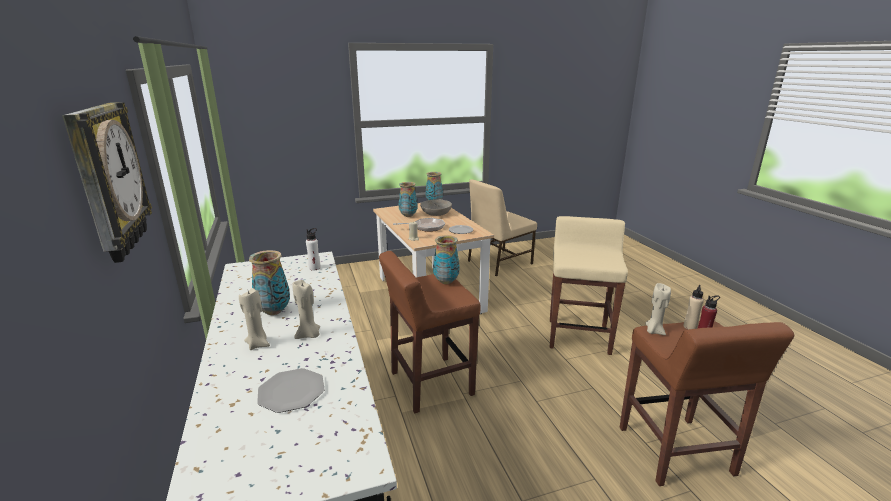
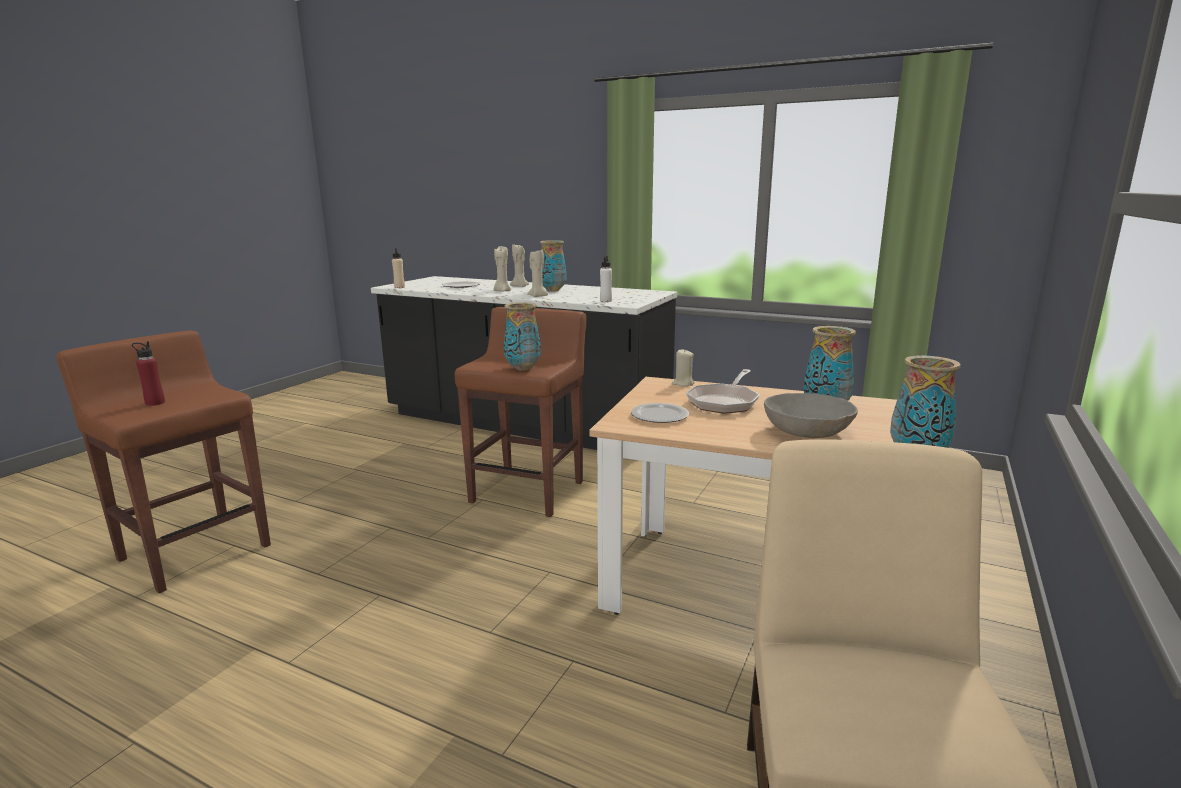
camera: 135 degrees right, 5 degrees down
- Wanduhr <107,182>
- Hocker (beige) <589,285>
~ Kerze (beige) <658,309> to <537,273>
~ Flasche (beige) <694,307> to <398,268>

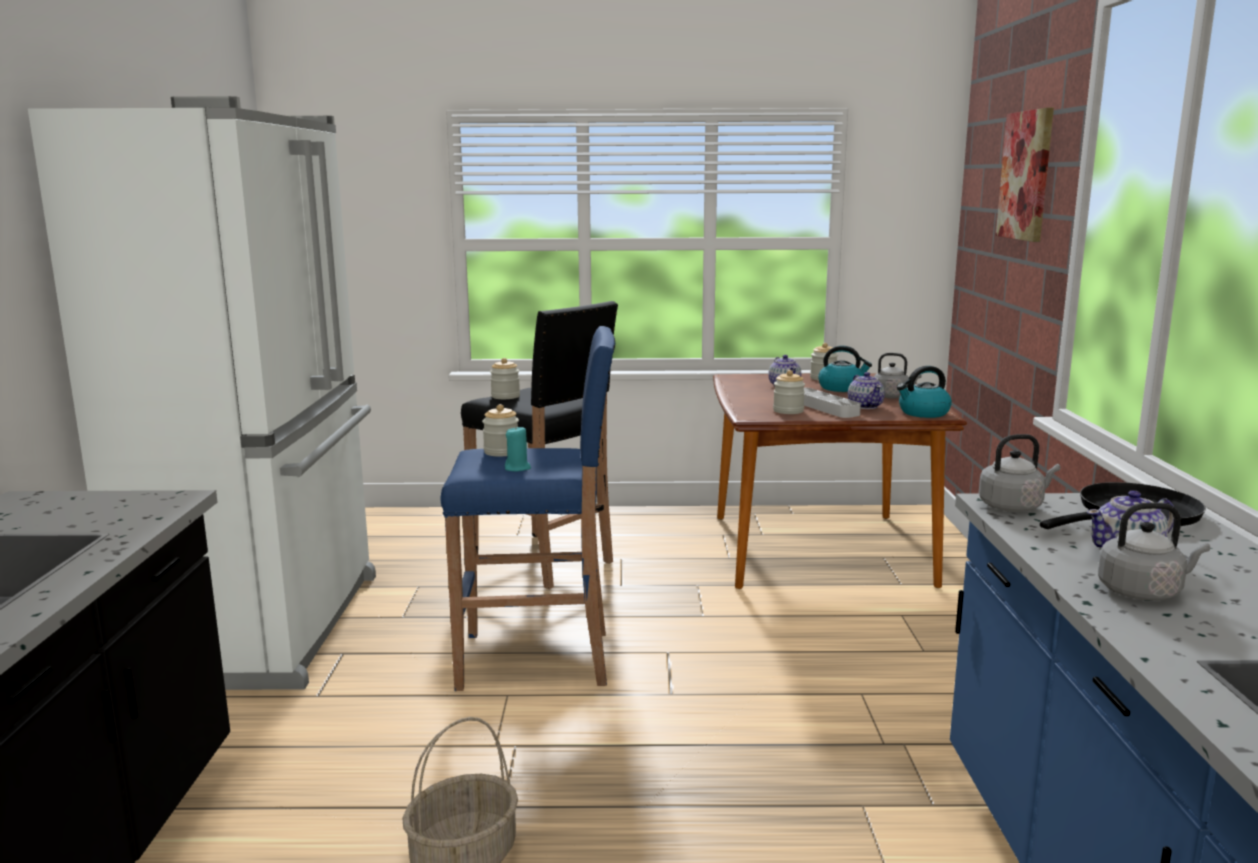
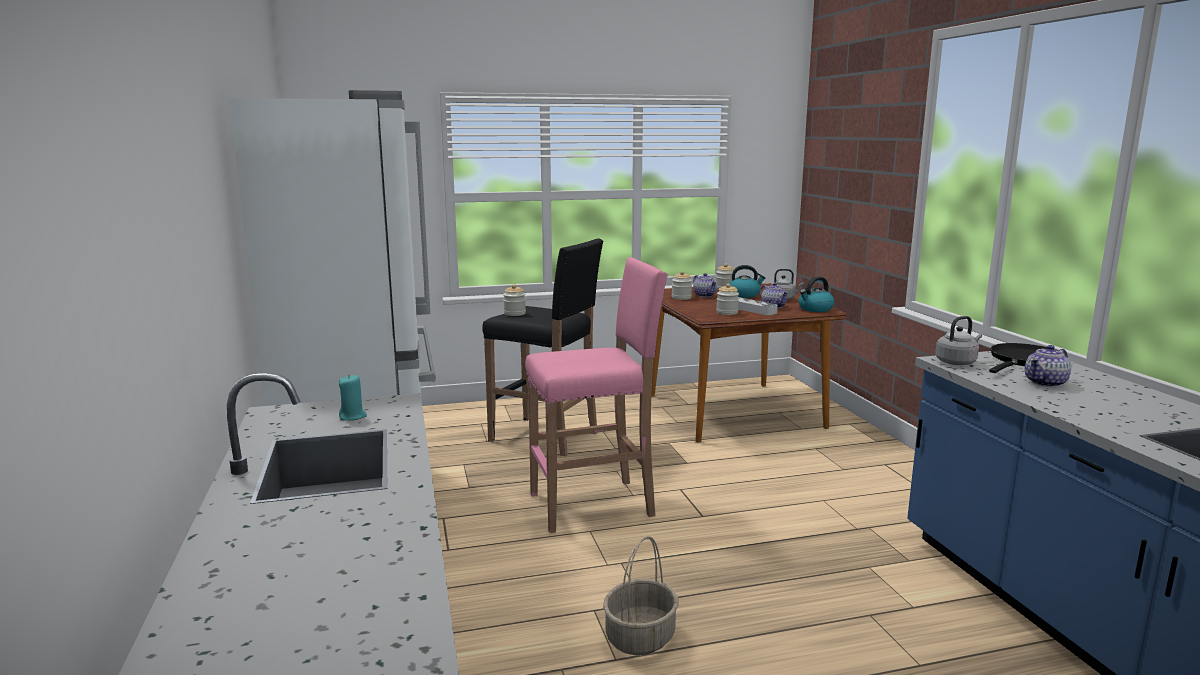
camera: 15 degrees left, 0 degrees up
- Bild <1025,175>
- Wasserkessel (grau) <1154,552>
~ Vorratsglas <500,430> to <682,285>
~ Kerze (türkis) <518,448> to <353,397>
~ Hocker (blau) <527,508> to Hocker (rosa) <596,395>

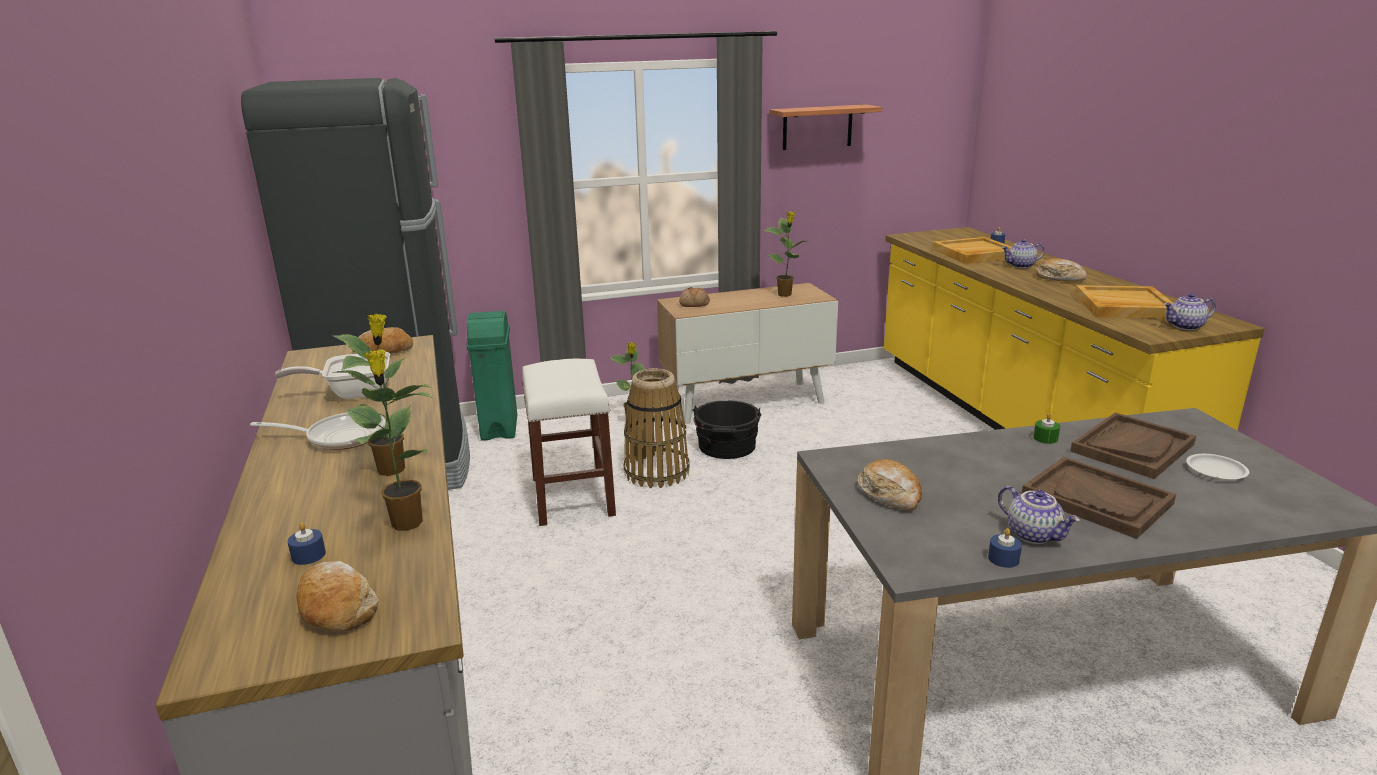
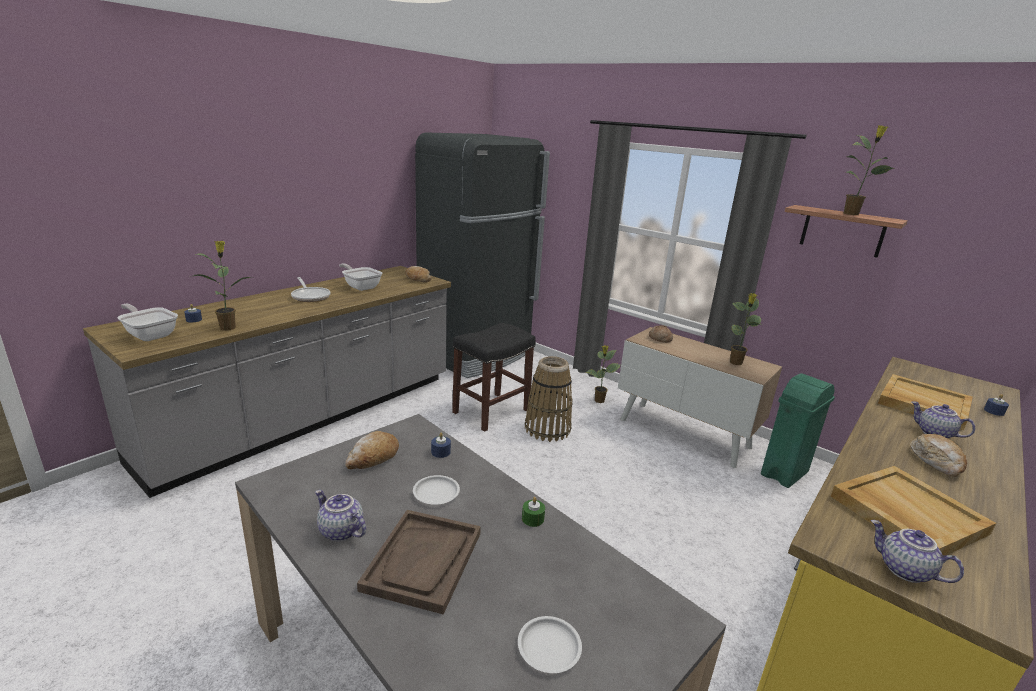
camera: 55 degrees right, 0 degrees up
- Eimer (schwarz) <726,429>
- Tablett (braun) <1133,446>
+ Teller (weiß) <436,490>
~ Topfpflanze <381,394> to <869,170>
~ Mülleimer (grün) <491,376> to <798,430>
~ Kerze (blau) <1005,548> to <441,445>
~ Brot <337,596> to Pfanne <147,322>
~ Hocker (weiß) <569,442> to Hocker (schwarz) <494,377>
~ Teekanne <1039,515> = <340,515> 105 degrees clockwise

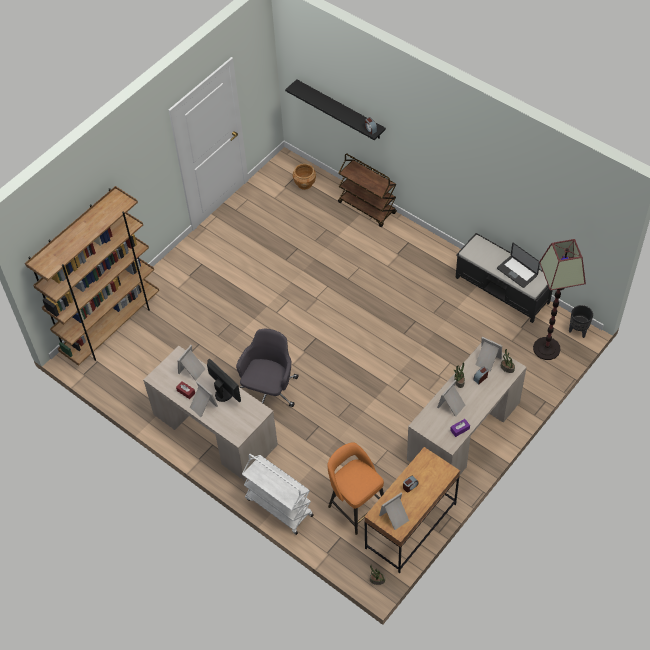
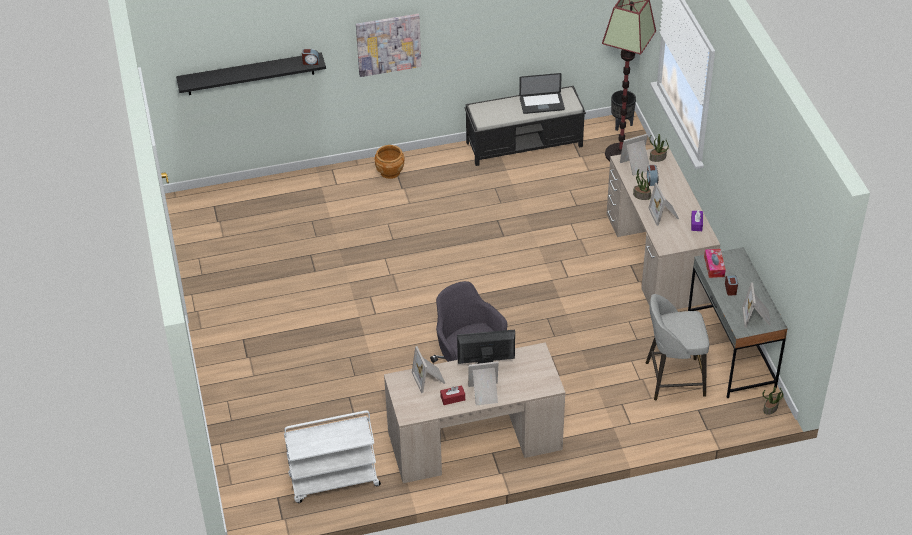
camera: 55 degrees left, 10 degrees down
- Bücherregal (braun) <92,276>
- Rollwagen (braun) <367,190>
+ Bild <388,45>
+ Taschentuchbox <715,263>
~ Rollwagen (weiß) <278,494> to <332,457>
~ Pflanzkübel (braun) <304,177> to <389,162>
~ Hocker (orange) <355,488> to Hocker (grau) <677,347>
~ Schreibtisch (braun) <412,510> to Schreibtisch (grau) <738,322>

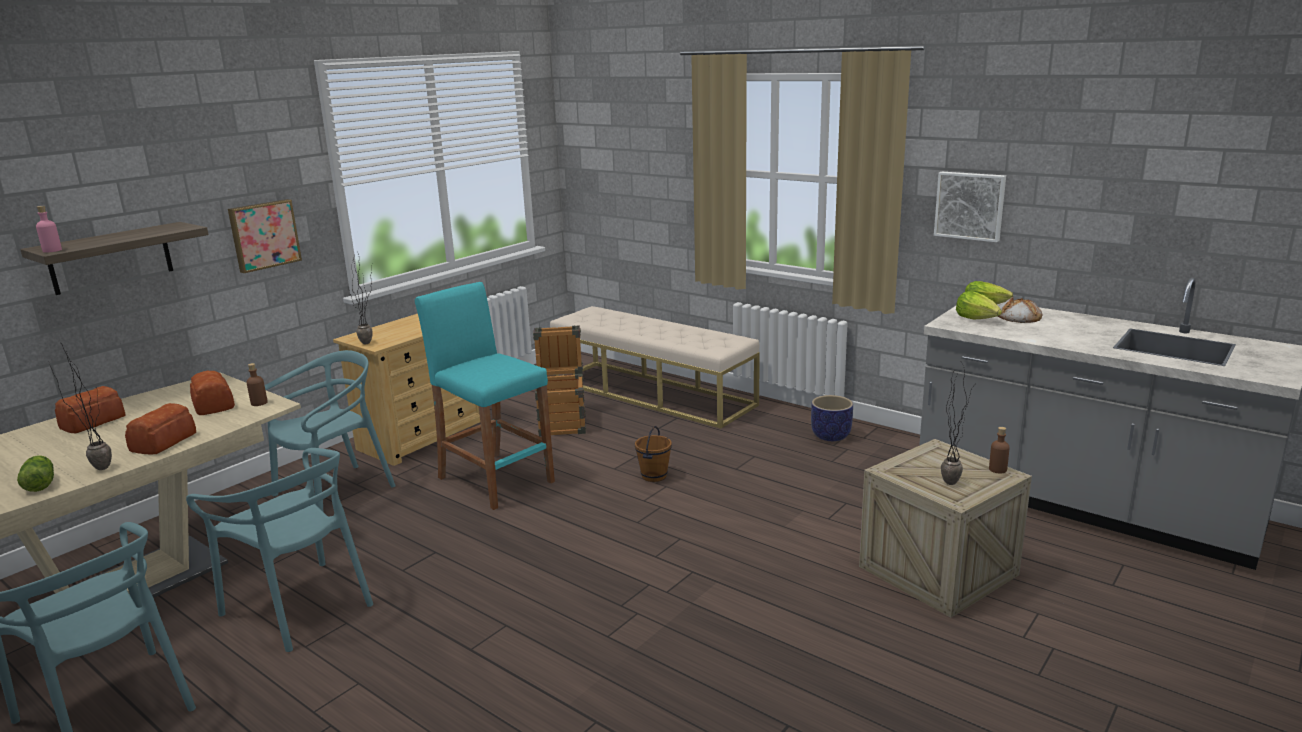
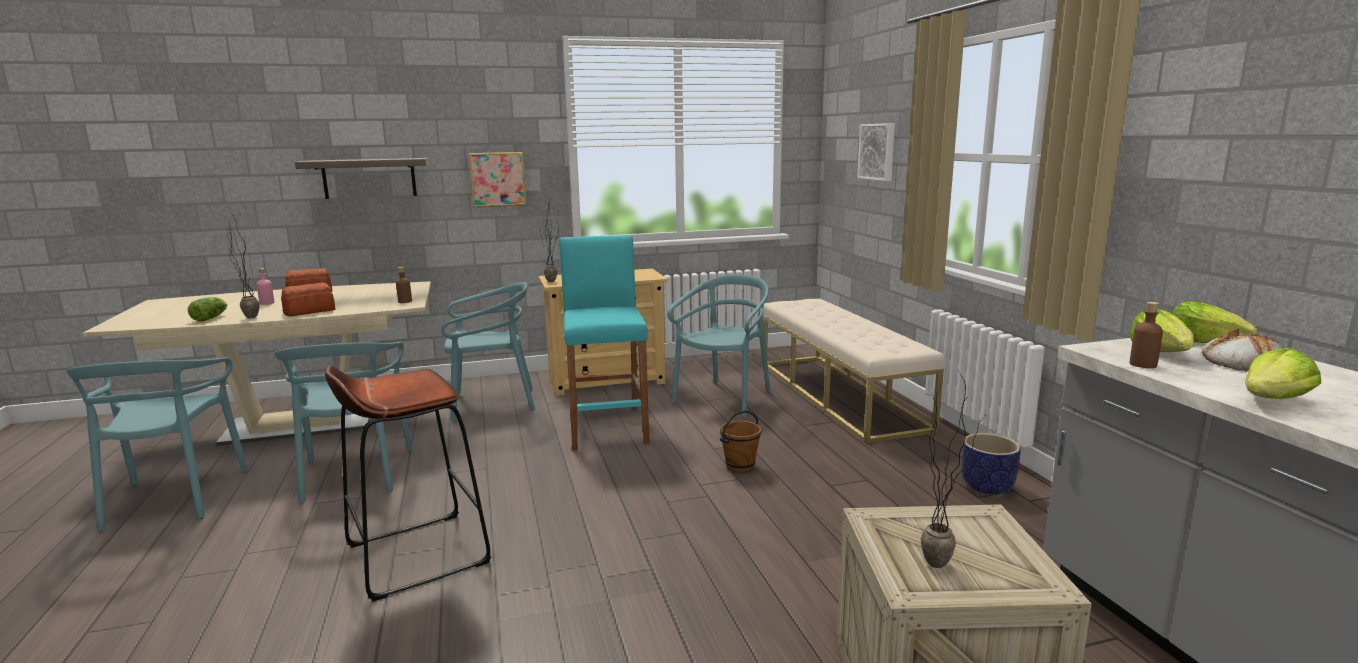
camera: 35 degrees right, 5 degrees down
- Brot <212,393>
+ Hocker (braun) <408,483>
+ Salatkopf <1283,373>
~ Flasche (rosa) <49,229> to <265,286>
~ Bild <970,207> to <876,152>
~ Flasche (braun) <999,450> to <1146,335>
~ Kiste <559,381> to Stuhl (türkis) <718,345>

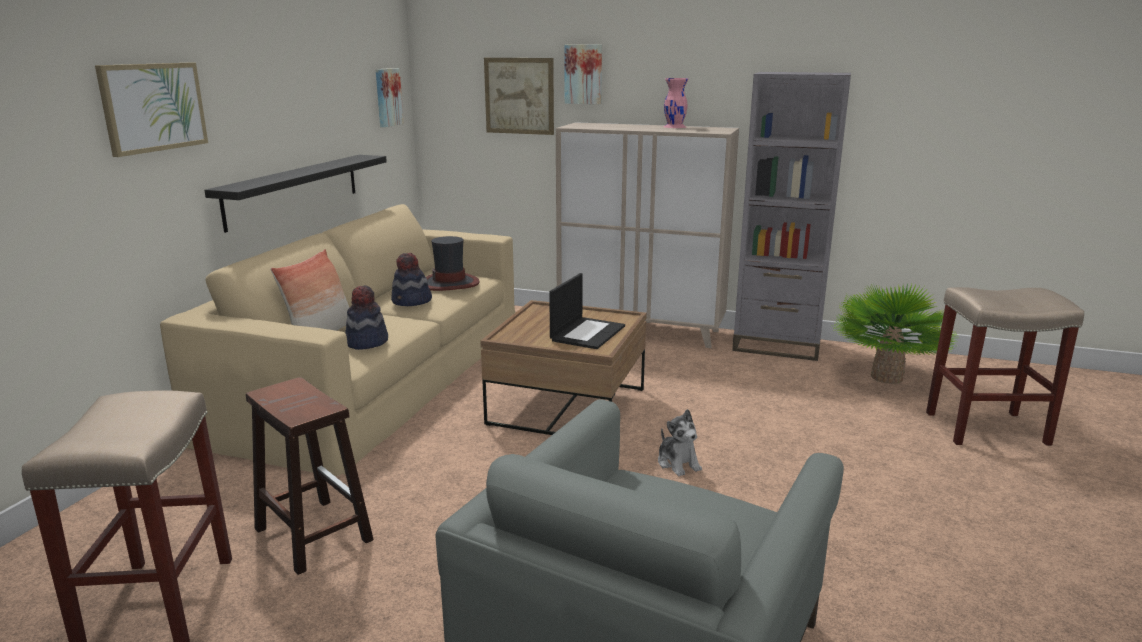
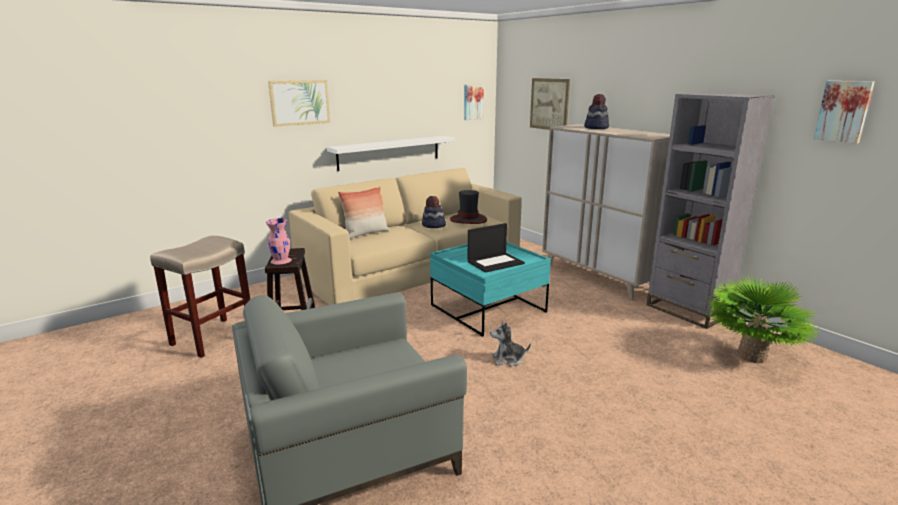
camera: 35 degrees right, 0 degrees up
- Hocker (beige) <1005,366>
~ Hut <366,317> to <596,111>
~ Bild <583,74> to <844,112>
~ Vase (rosa) <676,103> to <279,241>
~ Wandregal (schwarz) <295,194> to Wandregal (weiß) <391,153>
~ Couchtisch (braun) <563,367> to Couchtisch (türkis) <490,289>
~ Plüschtier <680,442> = <510,344> 75 degrees clockwise

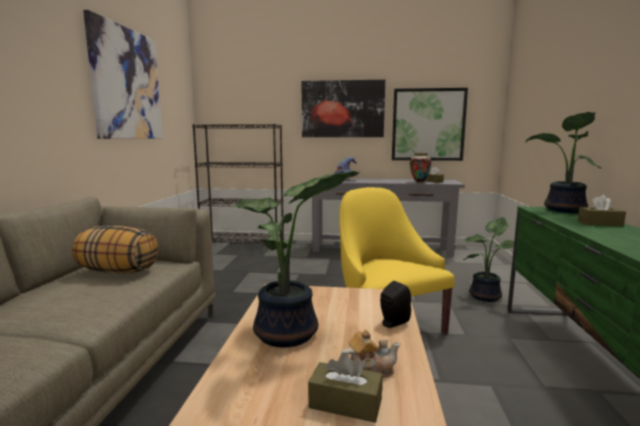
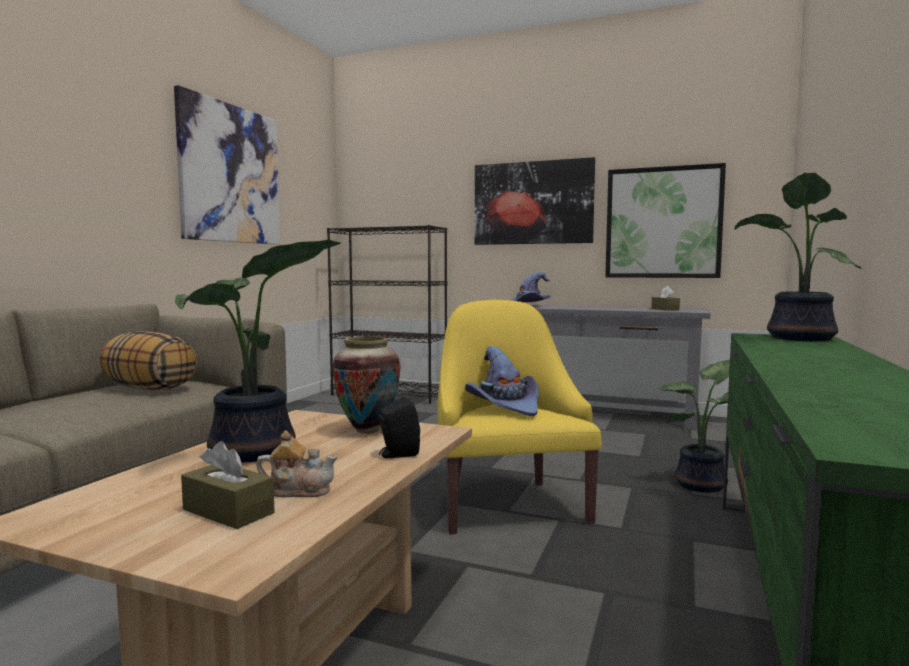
camera: 15 degrees right, 5 degrees down
- Taschentuchbox (braun) <602,210>
+ Hut (lila) <502,381>
~ Vase <421,168> to <366,385>

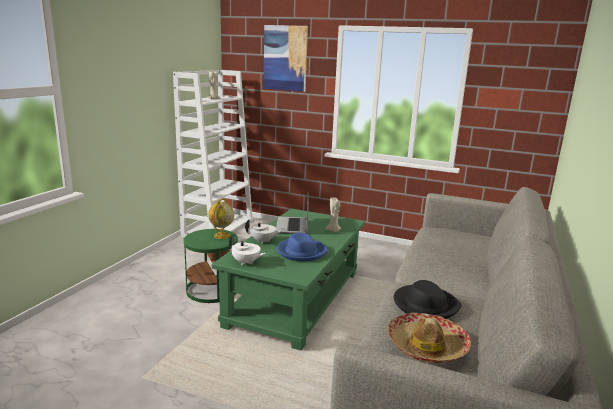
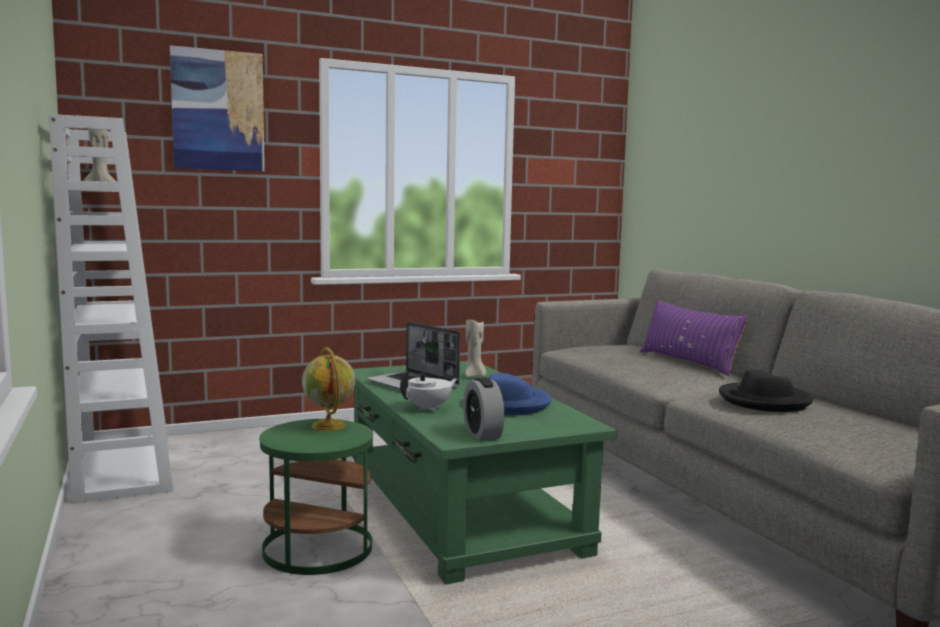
camera: 45 degrees left, 10 degrees down
- Hut <429,338>
+ Kissen (lila) <694,338>
~ Teekanne (weiß) <247,250> to Wecker <484,408>

